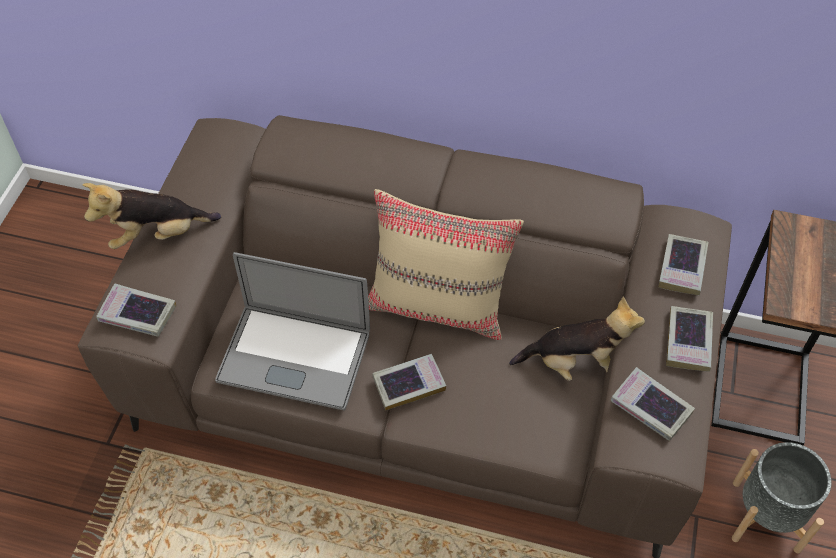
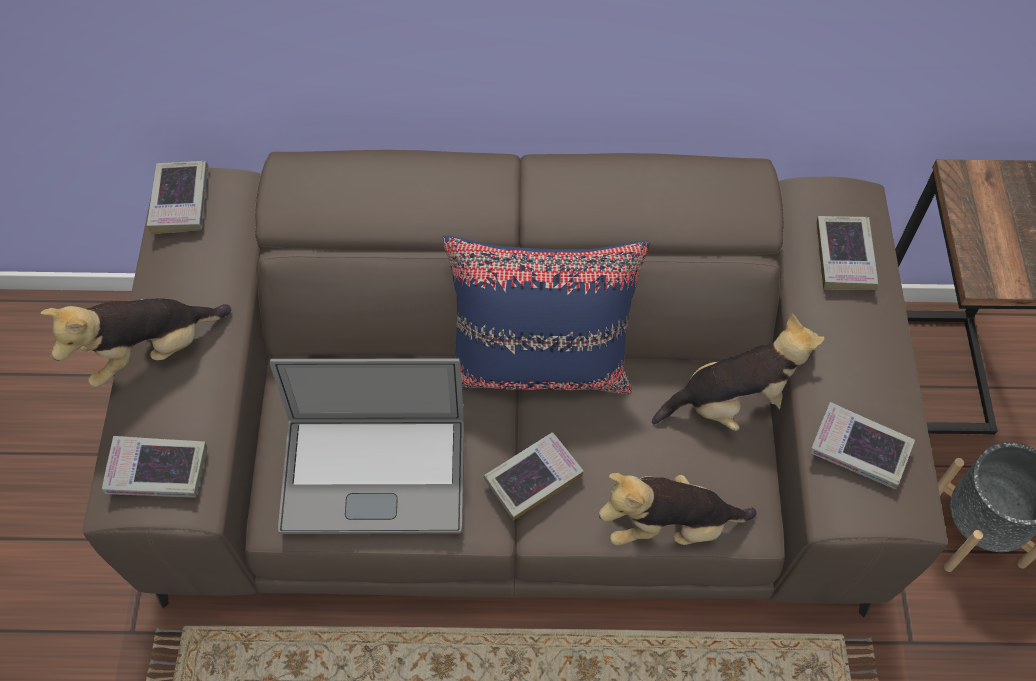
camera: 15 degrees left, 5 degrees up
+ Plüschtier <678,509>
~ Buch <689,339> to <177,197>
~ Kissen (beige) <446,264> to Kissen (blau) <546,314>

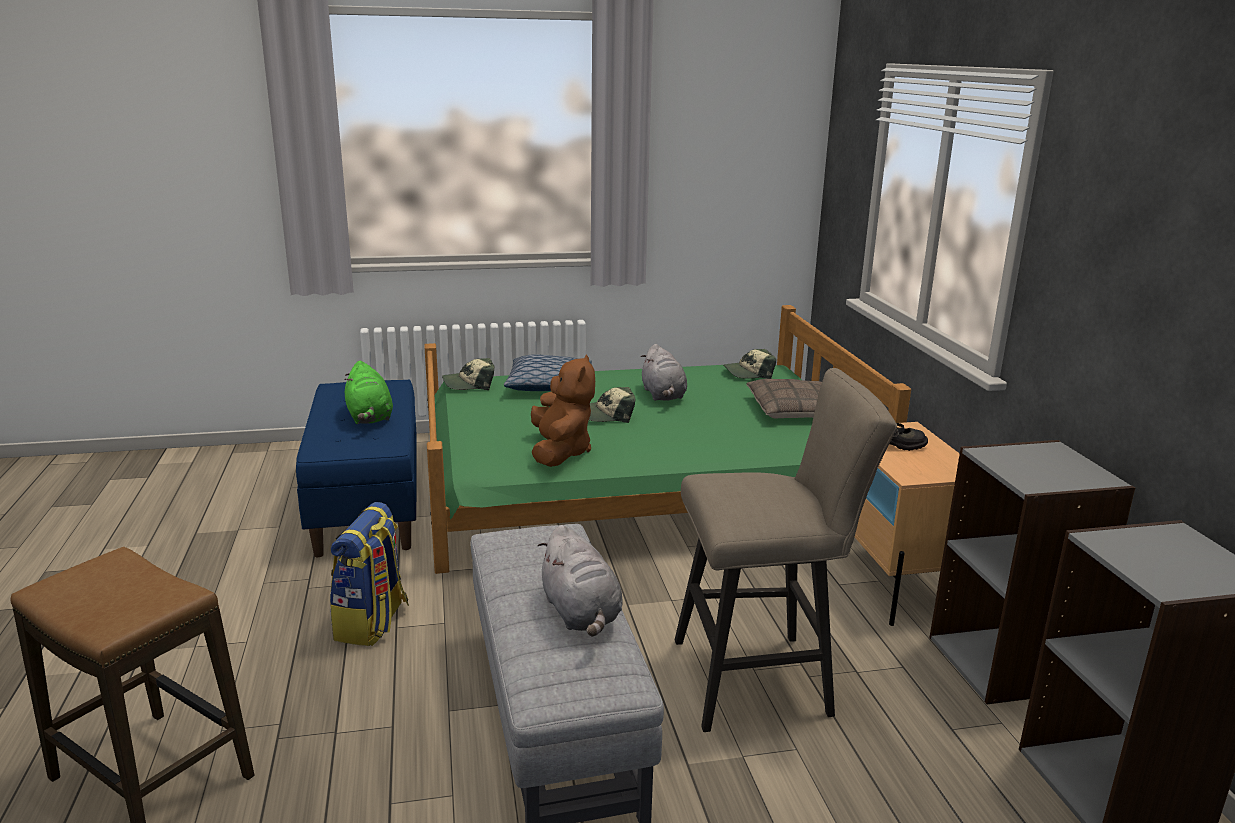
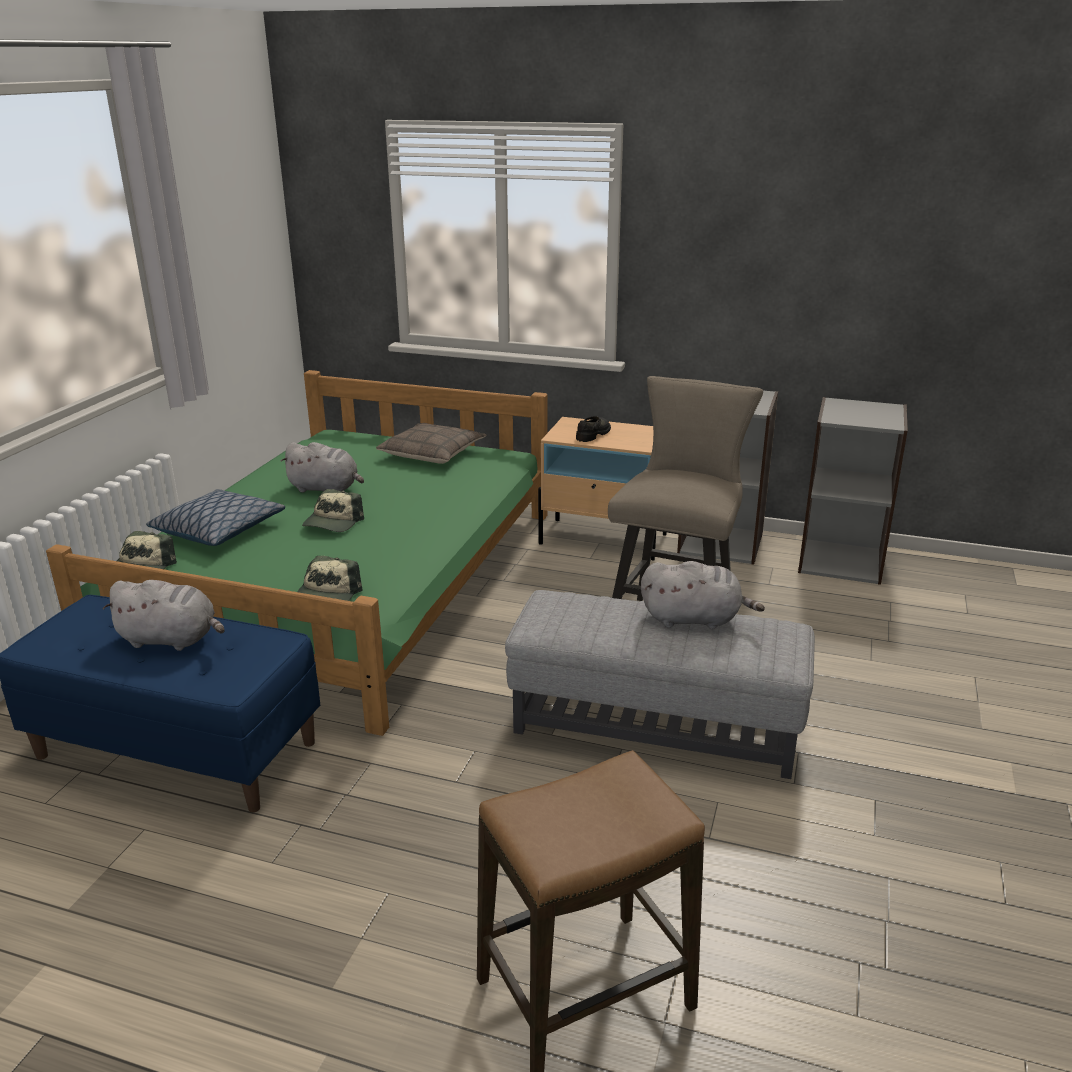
camera: 60 degrees left, 5 degrees up
- Rucksack <369,574>
- Plüschtier (braun) <563,410>
~ Kappe <750,364> to <330,578>
~ Plüschtier (grün) <368,392> to Plüschtier (grau) <164,615>

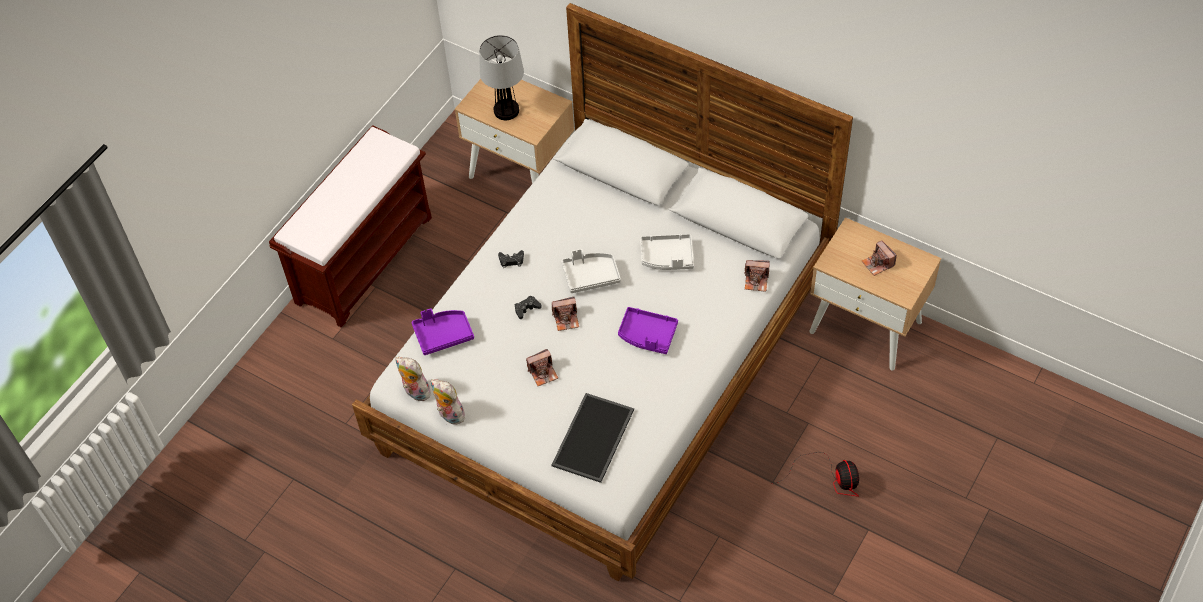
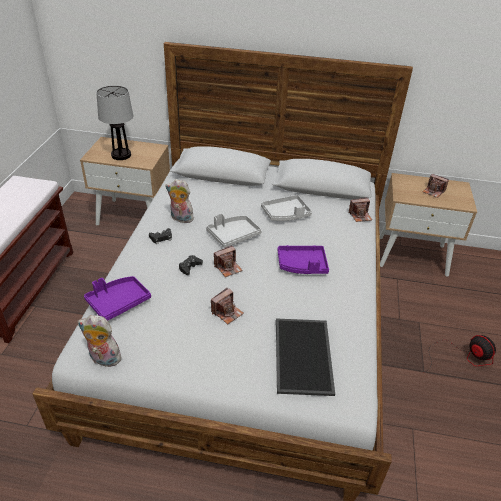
camera: 25 degrees left, 15 degrees down
~ Plüschtier <448,402> to <179,201>

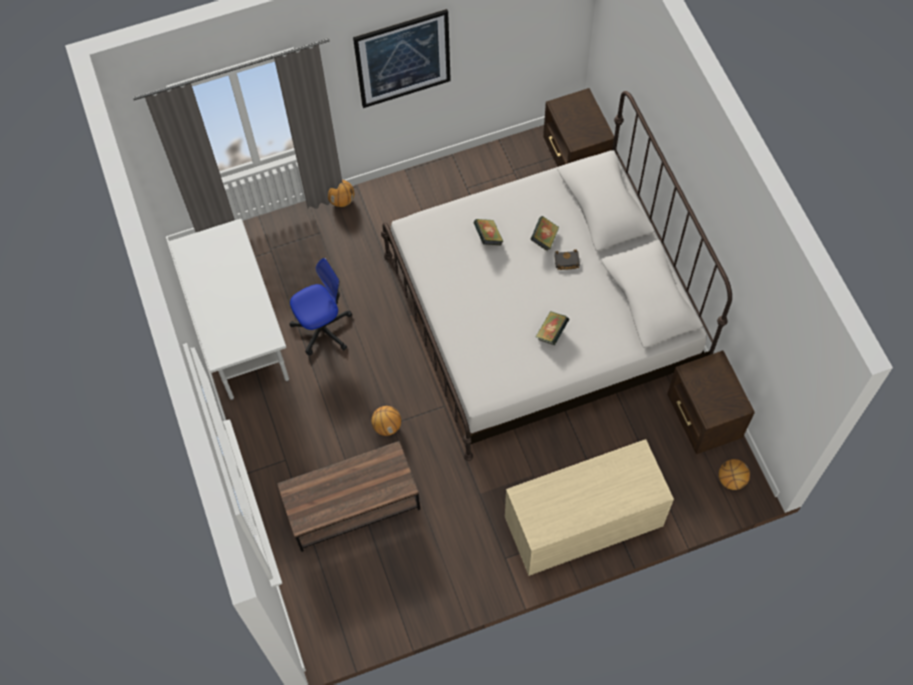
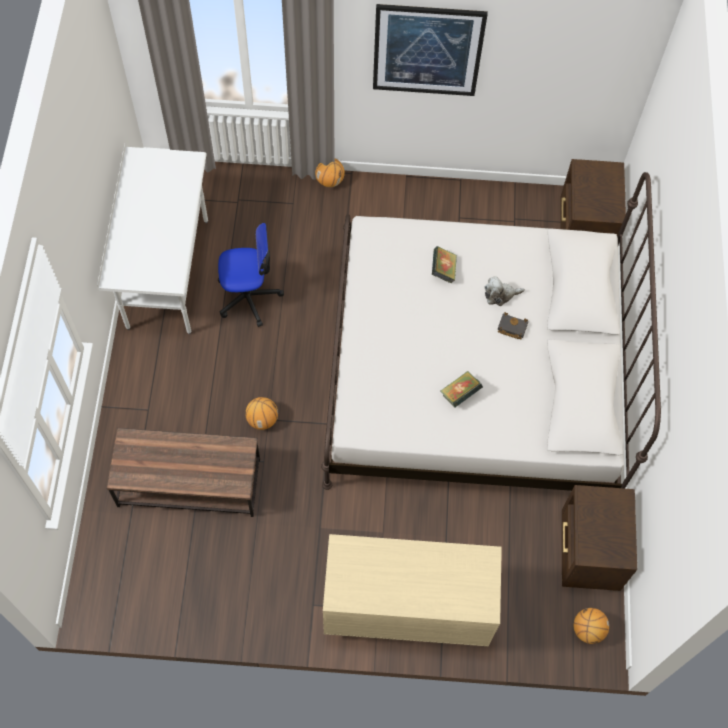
camera: 20 degrees right, 0 degrees up
~ Buch <544,233> to Plüschtier <504,291>

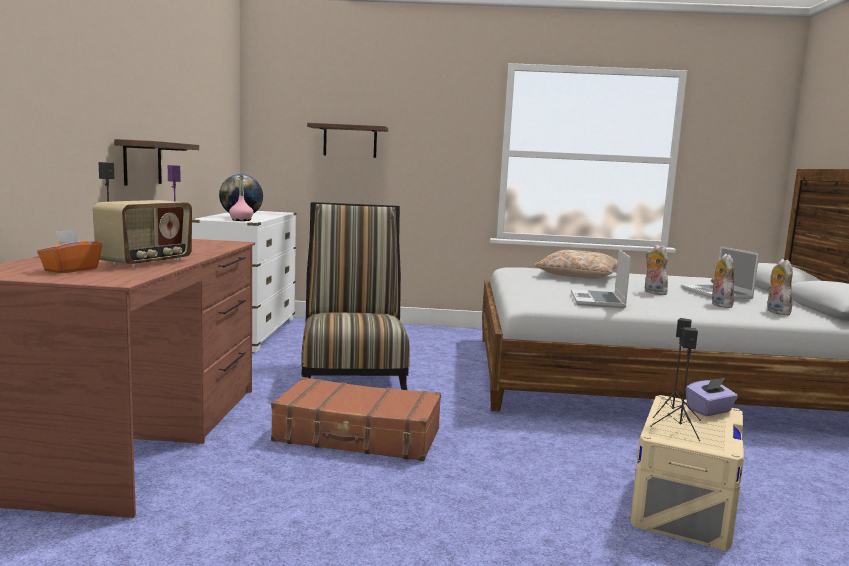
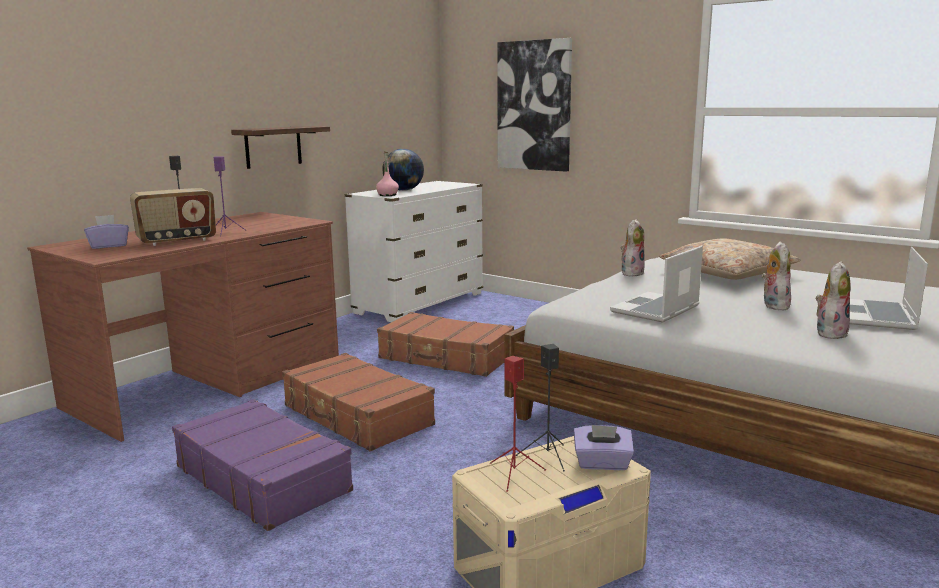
camera: 35 degrees right, 5 degrees up
+ Koffer (lila) <262,465>
~ Plüschtier <780,287> to <633,248>
~ Stuhl <355,296> to Koffer (braun) <445,344>
~ Wandregal <347,140> to Bild <535,105>
~ Taschentuchbox (orange) <69,251> to Taschentuchbox (lila) <106,232>
~ Lautsprecher (schwarz) <675,384> to Lautsprecher (rot) <518,424>

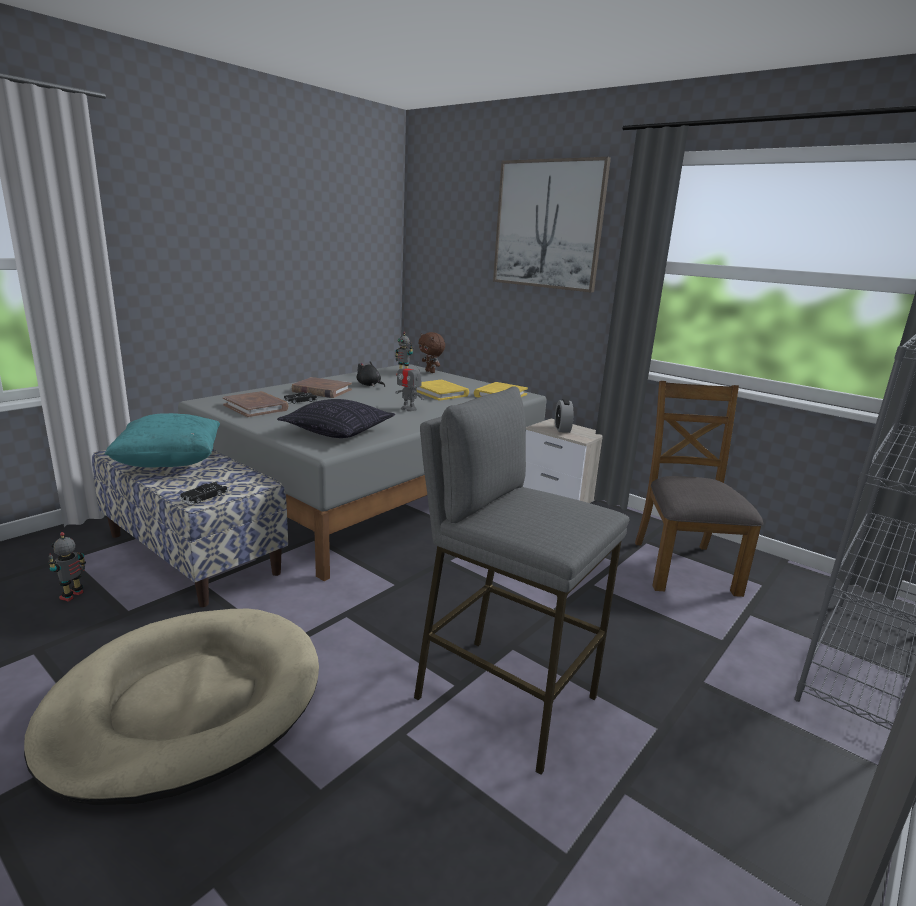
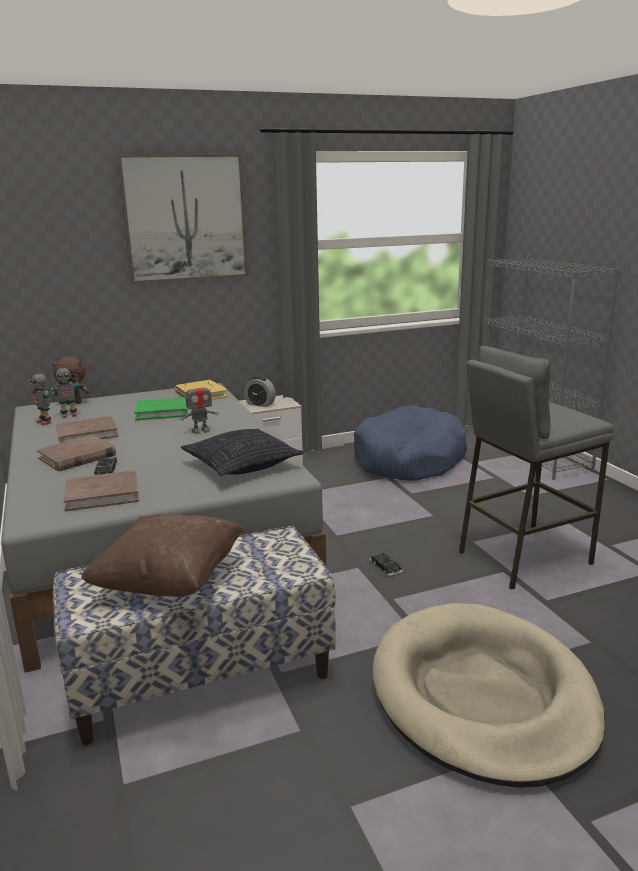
camera: 60 degrees left, 0 degrees up
~ Spielzeugroboter <67,567> to <40,397>
~ Spielzeugauto (schwarz) <204,493> to <386,564>
~ Plüschtier (schwarz) <371,374> to Buch (braun) <87,429>
~ Stuhl (braun) <699,489> to Hundebett (blau) <410,443>
~ Kissen (türkis) <162,440> to Kissen (braun) <162,555>
~ Buch (gelb) <442,390> to Buch (grün) <161,408>

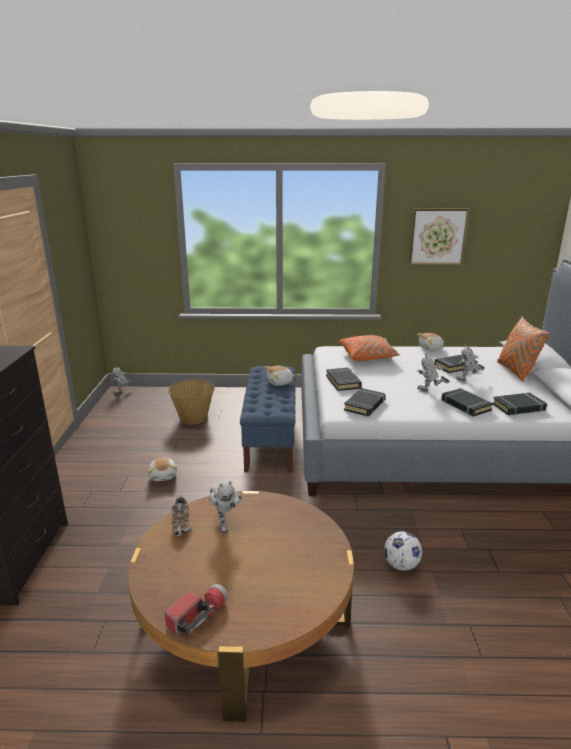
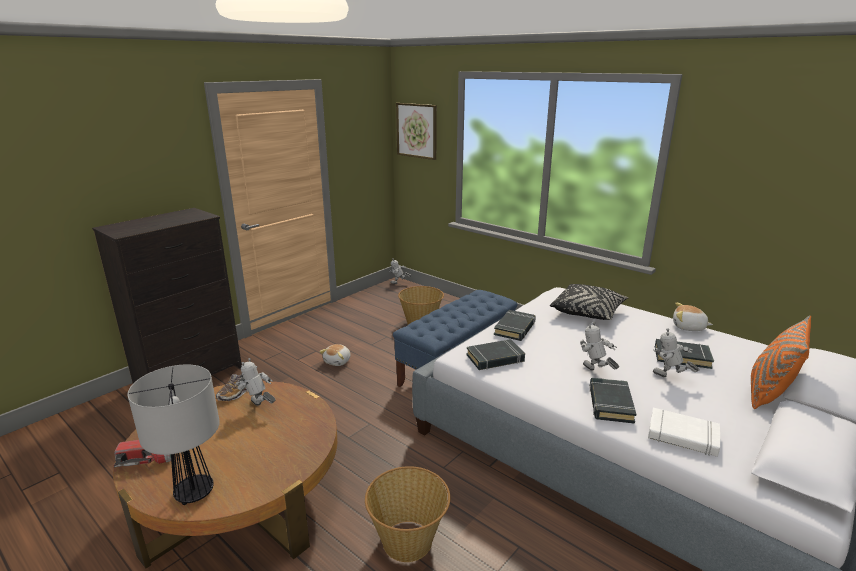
camera: 40 degrees right, 0 degrees up
- Plüschtier <279,376>
+ Tischlampe <174,434>
~ Bild <439,237> to <416,131>
~ Fußball <403,551> to Korb <407,514>
~ Kissen (orange) <369,348> to Kissen (schwarz) <589,302>
~ Buch (schwarz) <519,404> to Buch (weiß) <684,432>
~ Spielzeugroboter <225,507> = <256,382> 105 degrees clockwise

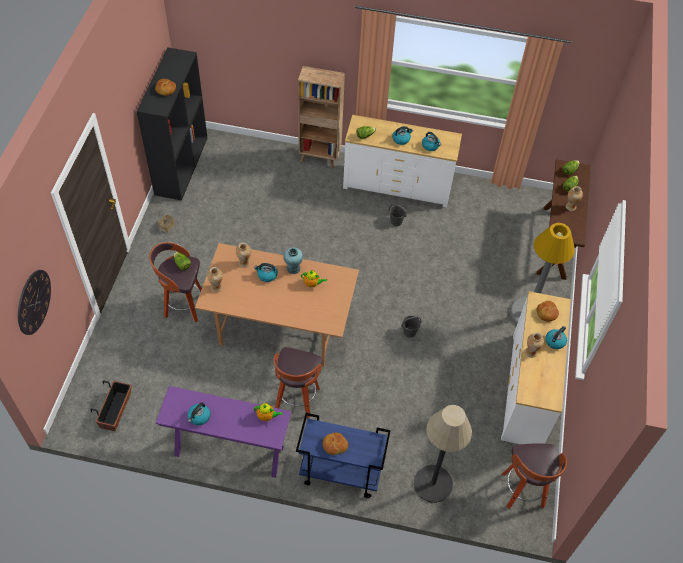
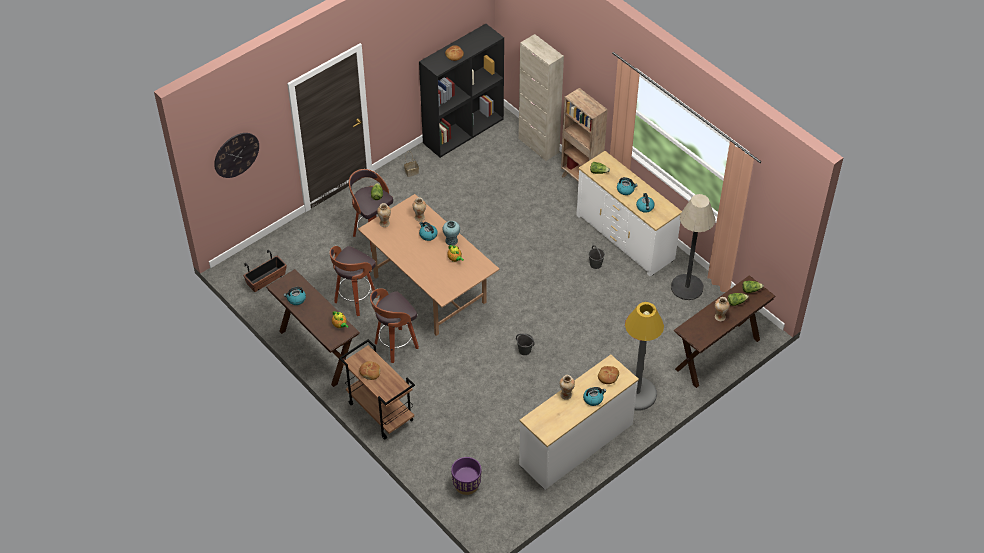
camera: 40 degrees right, 5 degrees down
+ Pflanzkübel (lila) <466,476>
+ Schrank (beige) <541,97>
~ Stehlampe <443,454> to <693,247>
~ Hocker <534,476> to <353,281>
~ Konsolentisch (lila) <223,432> to Konsolentisch (braun) <313,328>
~ Rollwagen (blau) <343,455> to Rollwagen (braun) <377,389>

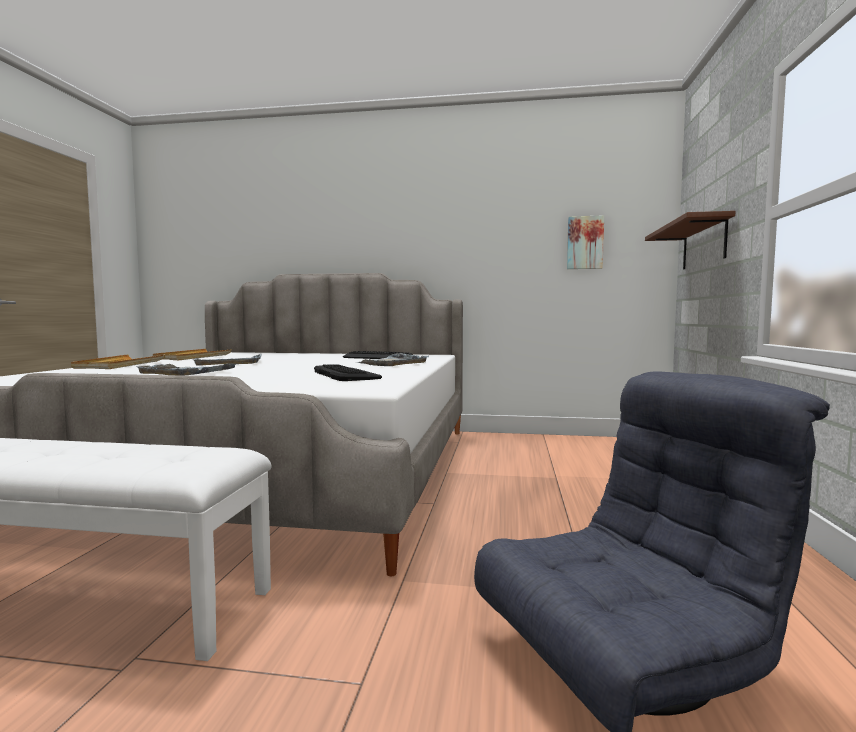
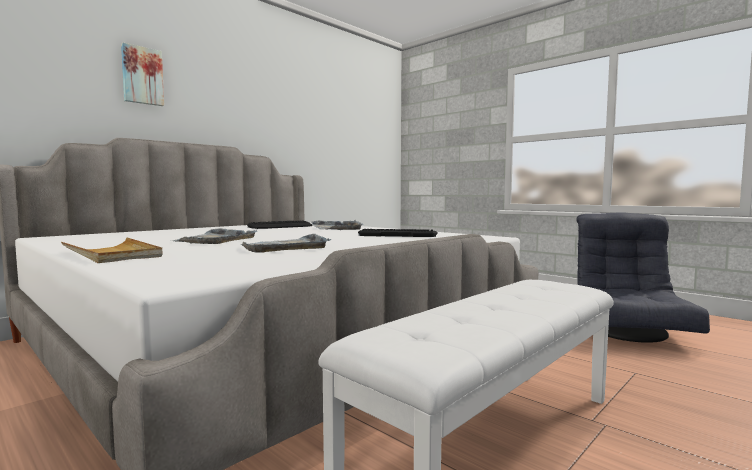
camera: 55 degrees left, 0 degrees up
- Tablett (beige) <192,354>
- Wandregal (braun) <690,240>
~ Bild <585,242> to <142,74>

